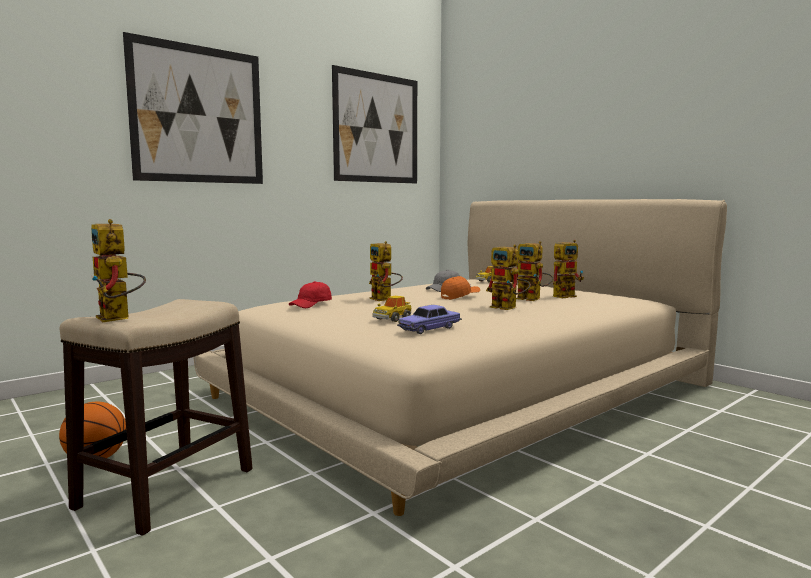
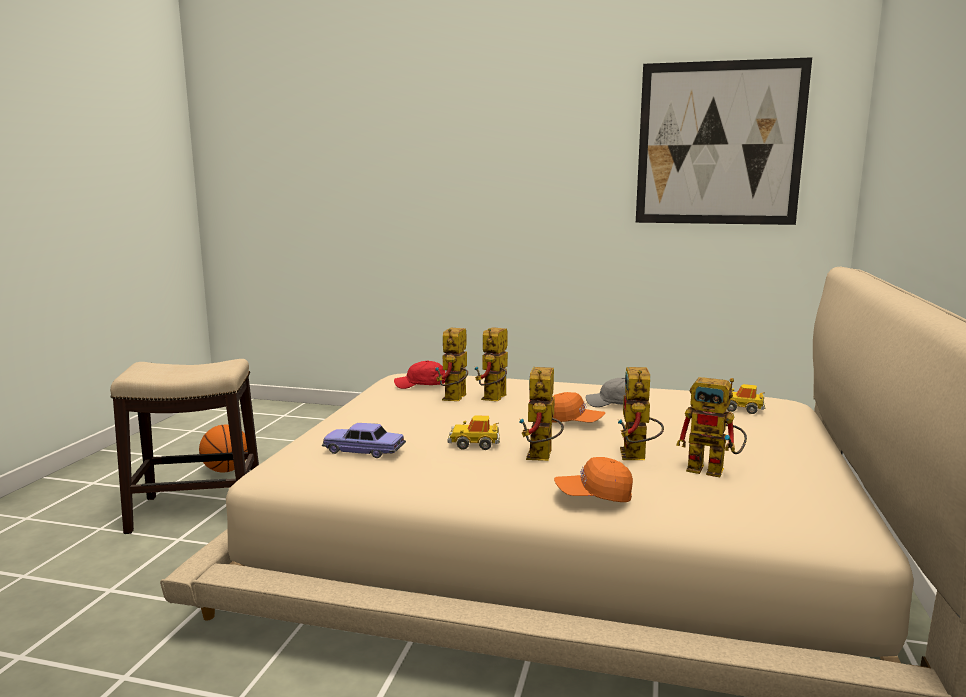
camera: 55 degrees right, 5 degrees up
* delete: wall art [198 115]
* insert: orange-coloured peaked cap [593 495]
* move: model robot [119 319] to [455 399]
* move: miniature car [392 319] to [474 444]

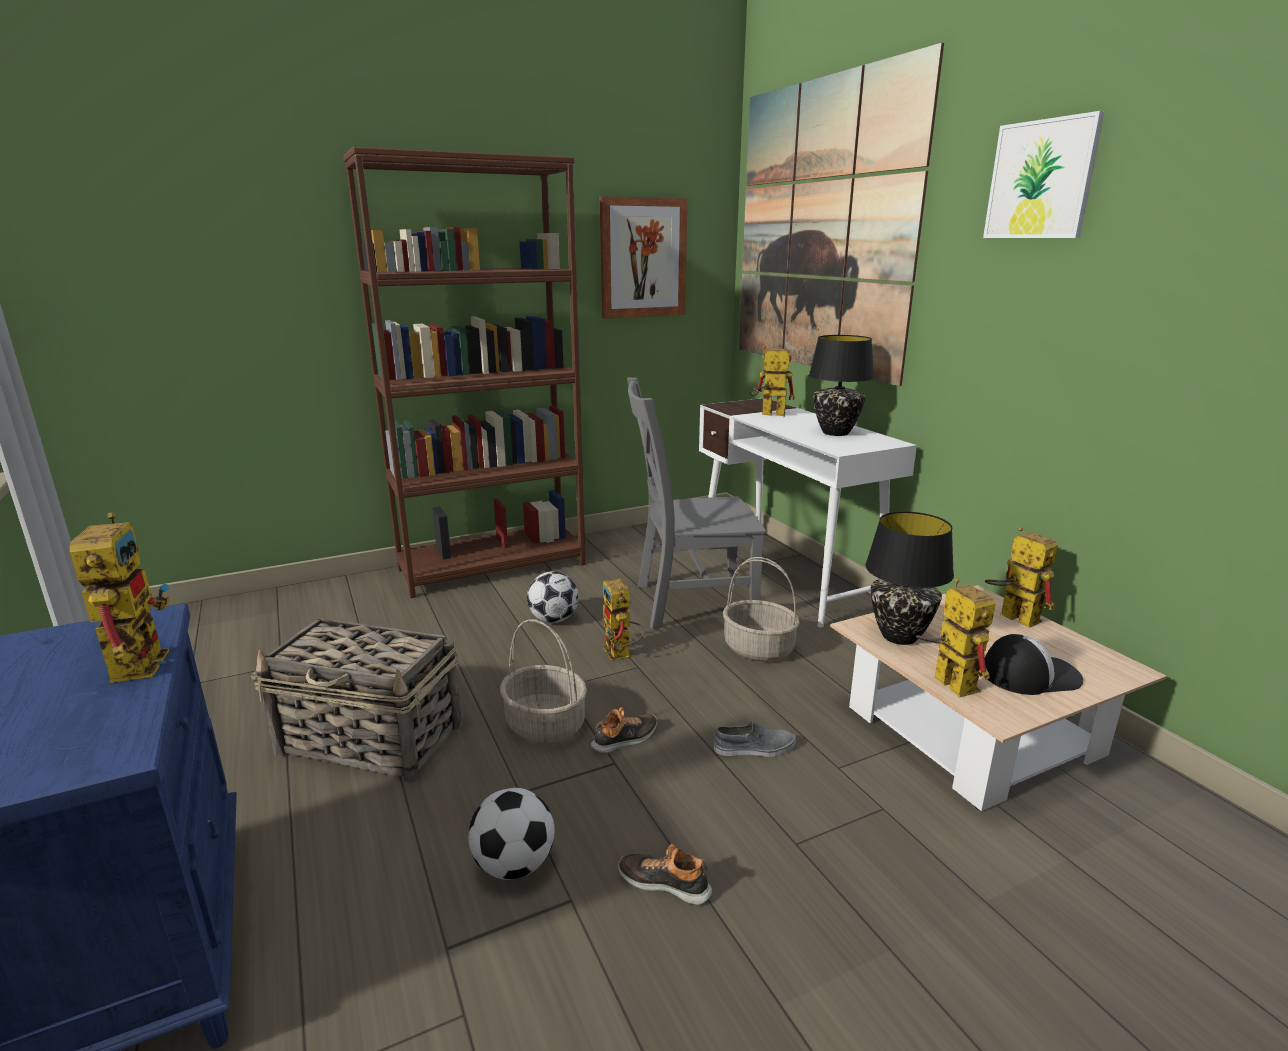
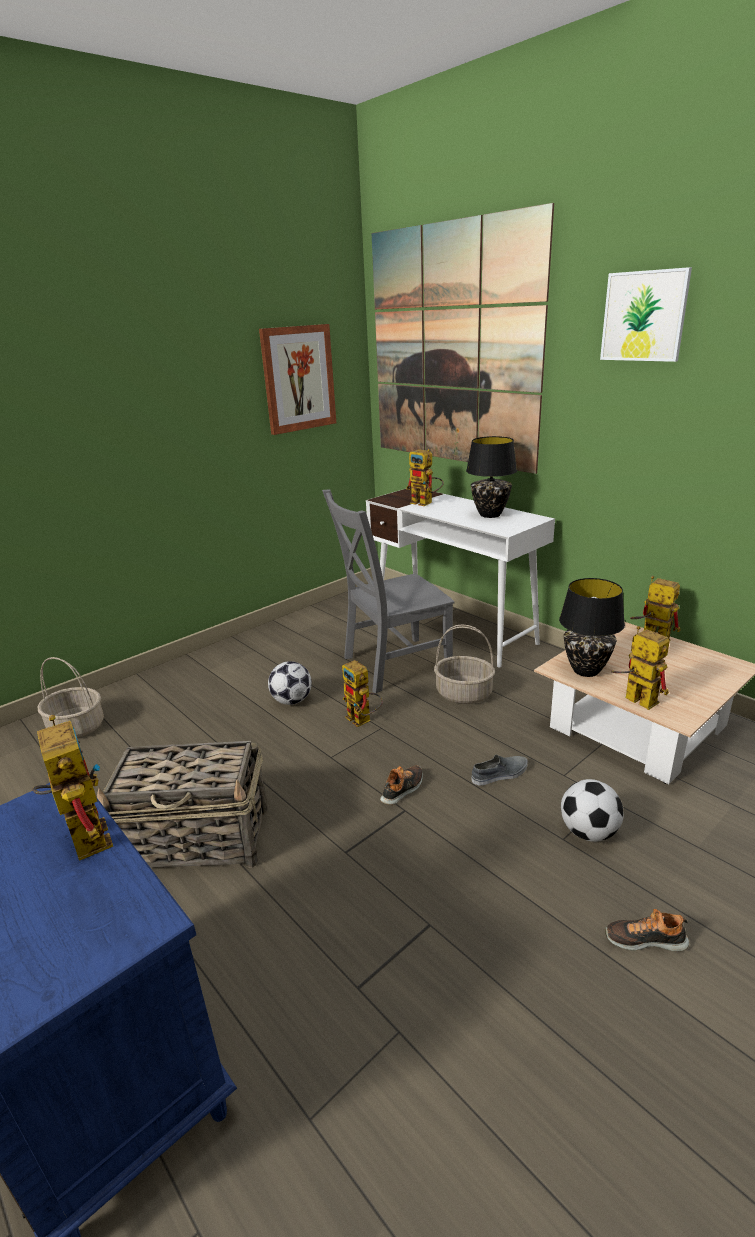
camera: 15 degrees left, 5 degrees up
* delete: brown bookcase [493 567]
* delete: peaked cap [1029 675]
* move: football [514 865] to [588 832]
* move: basket [544 725] to [76 727]
* move: item of footwear [665 883] to [645 939]
* rotate: model robot [767 414] = [426 503] 135 degrees counterclockwise

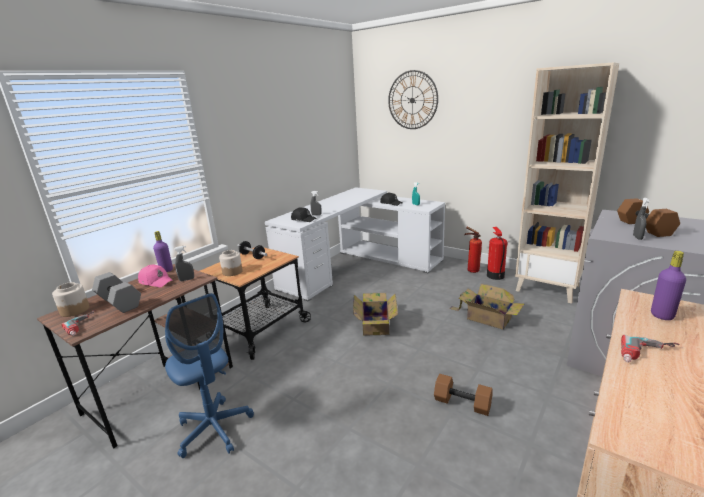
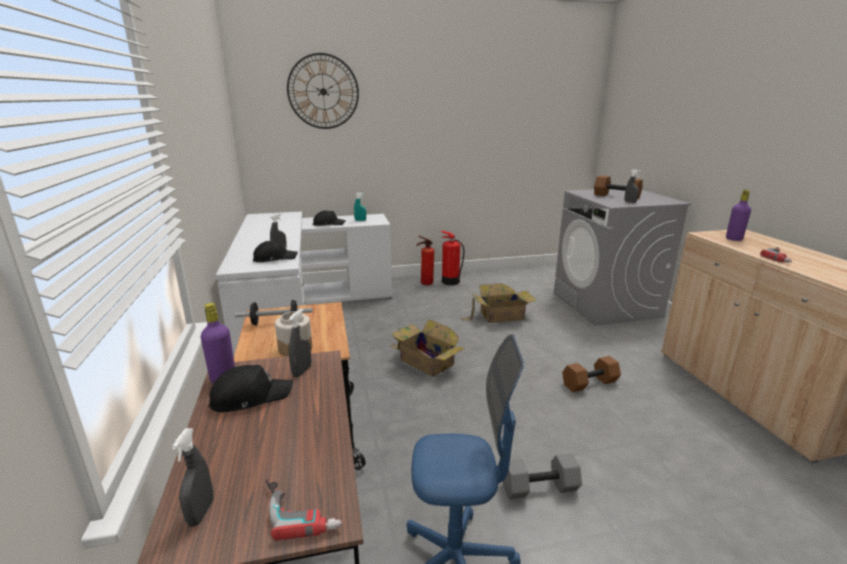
camera: 50 degrees left, 0 degrees up
* delete: beige-coloured bookcase [548 288]
* move: greyish free weight [120 302] to [539 487]
* replace: preserve jar [74 310] to greyish hand sprayer [201 513]
* recolor: pinkish peaked cap [156 281] to black-coloured peaked cap [250 396]

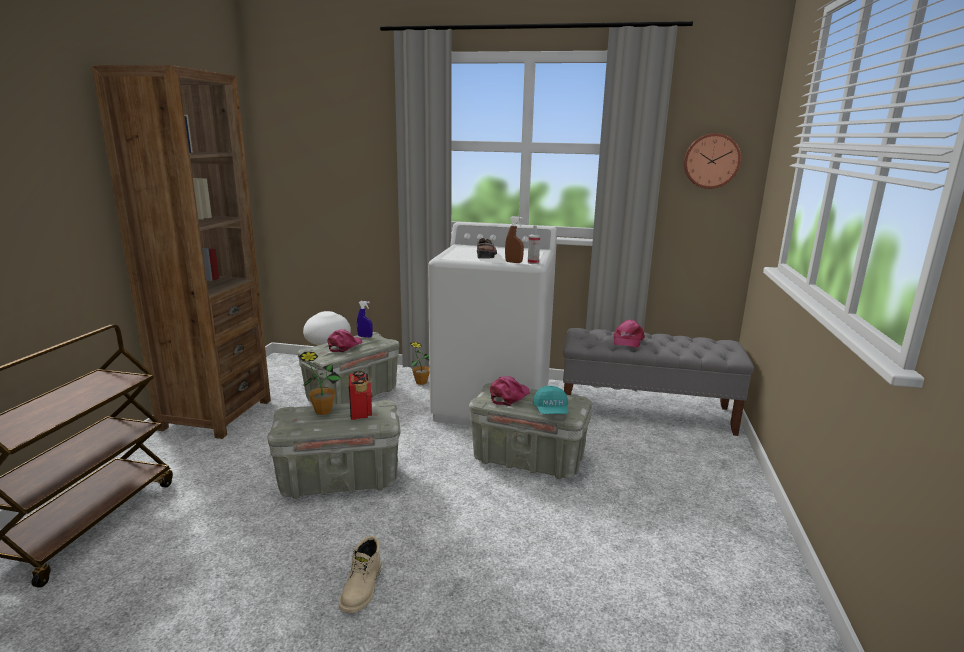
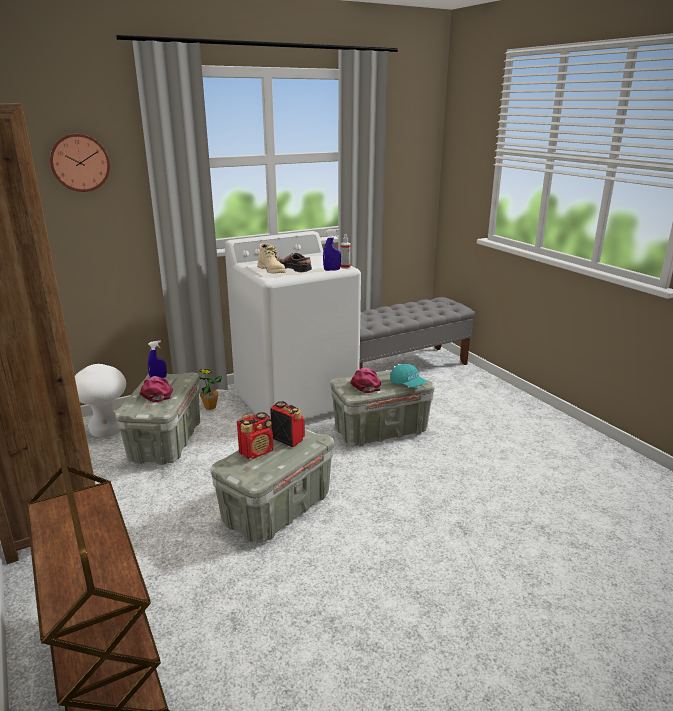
camera: 40 degrees left, 5 degrees up
* delete: pinkish peaked cap [627 340]
* move: beige-coloured tall boot [362 589] to [272 271]
* move: wall clock [711 161] to [79 162]
* replace: plant in a pot [323 411] to radio [257 451]
* recolor: brown hand sprayer [513 262] to blue-coloured hand sprayer [332 270]

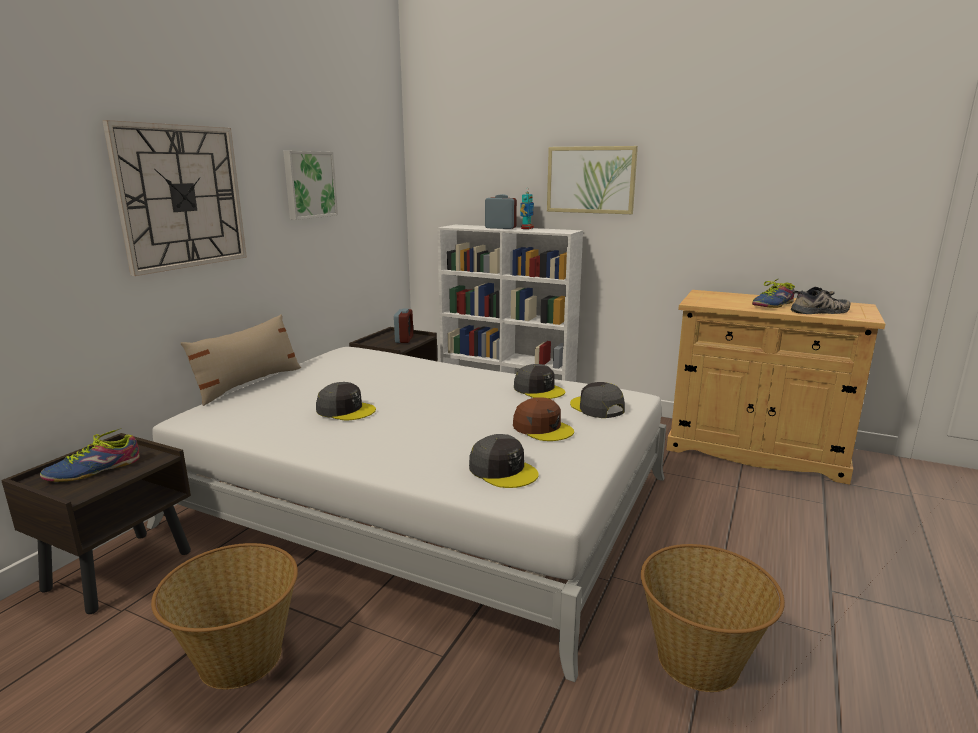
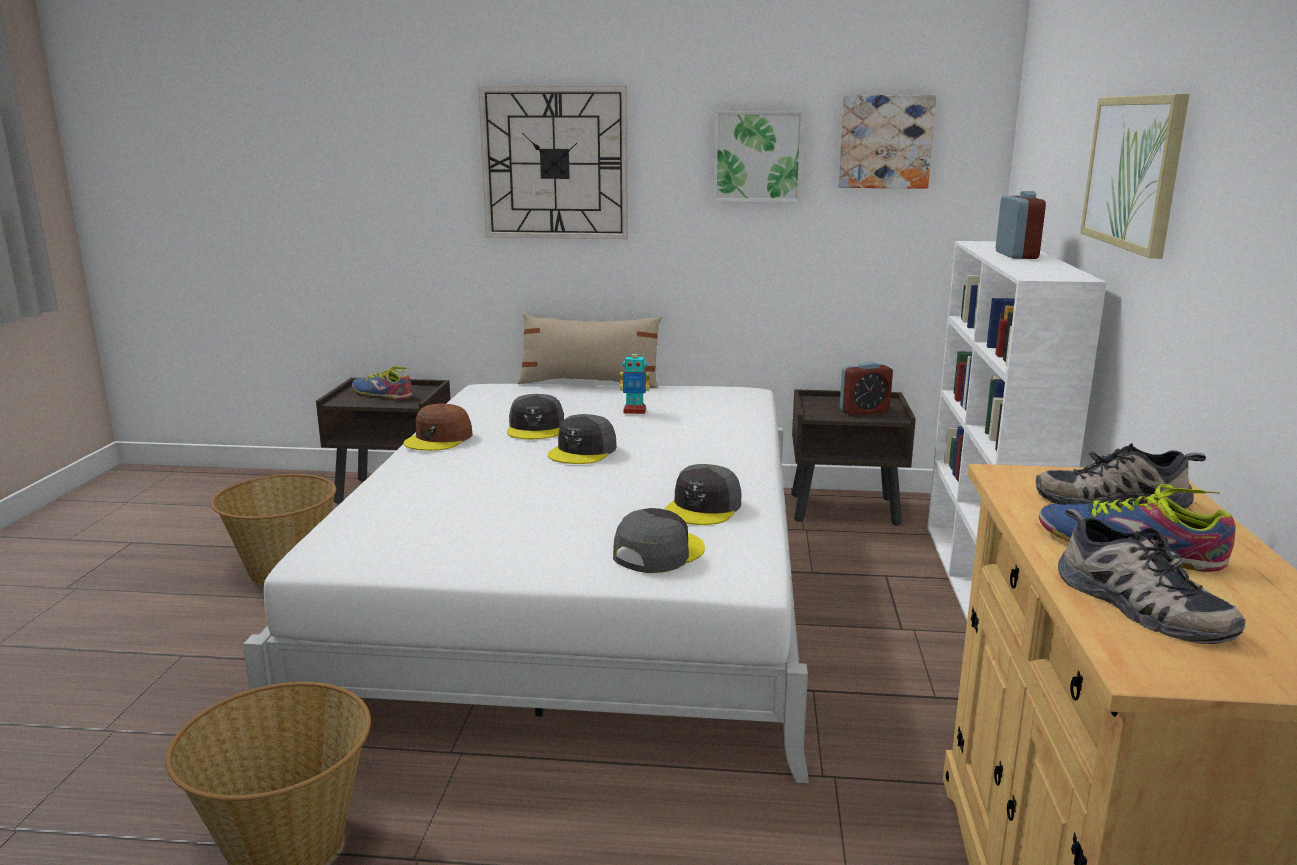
camera: 70 degrees right, 0 degrees up
* insert: wall art [885 142]
* insert: item of footwear [1112 498]
* move: greyish peaked cap [503 470] to [583 451]
* move: brown peaked cap [542 428] to [439 439]
* move: model robot [527 228] to [634 411]

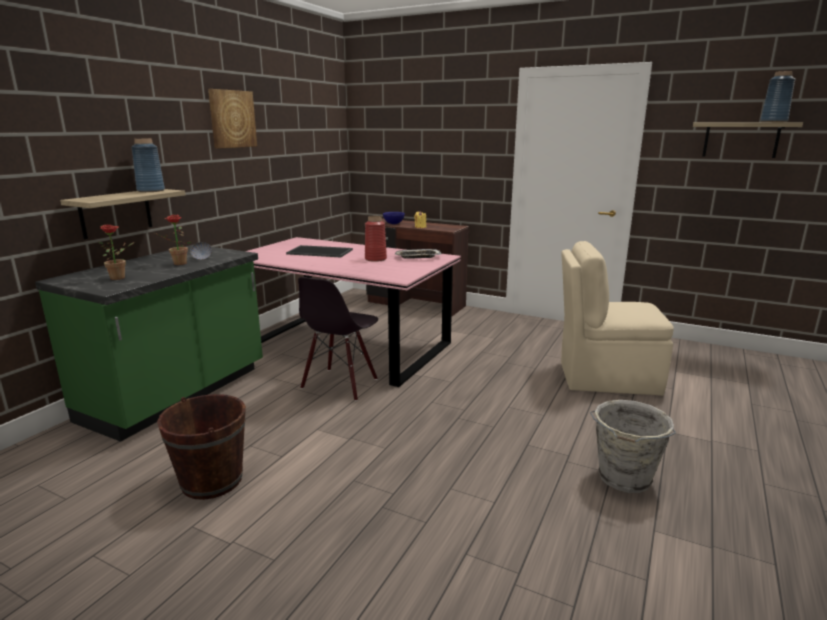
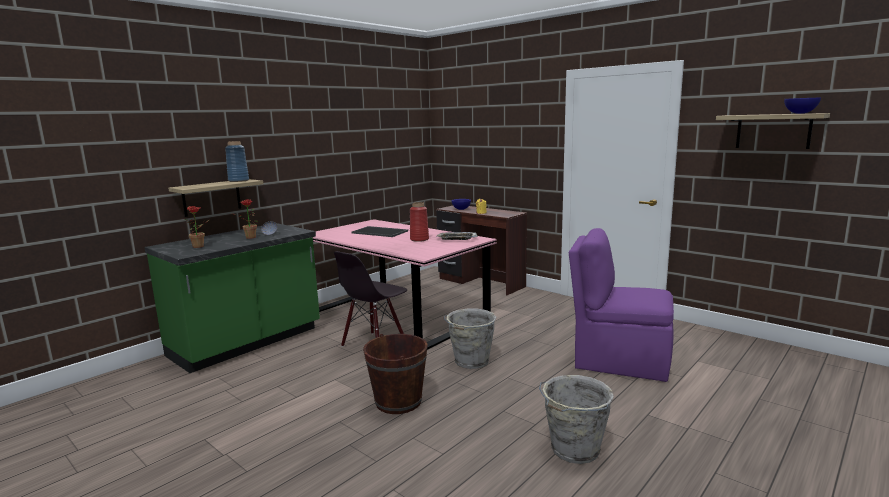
camera: 15 degrees right, 5 degrees down
* delete: wall art [232 119]
* insert: greyish water bucket [471 362]
* move: brown water bucket [212 480] to [398 401]
* replace: blue-coloured decorative vase [773 121] to blue-coloured serving bowl [799 113]
* recolor: beige-coloured chair [605 378] to purplish chair [619 360]

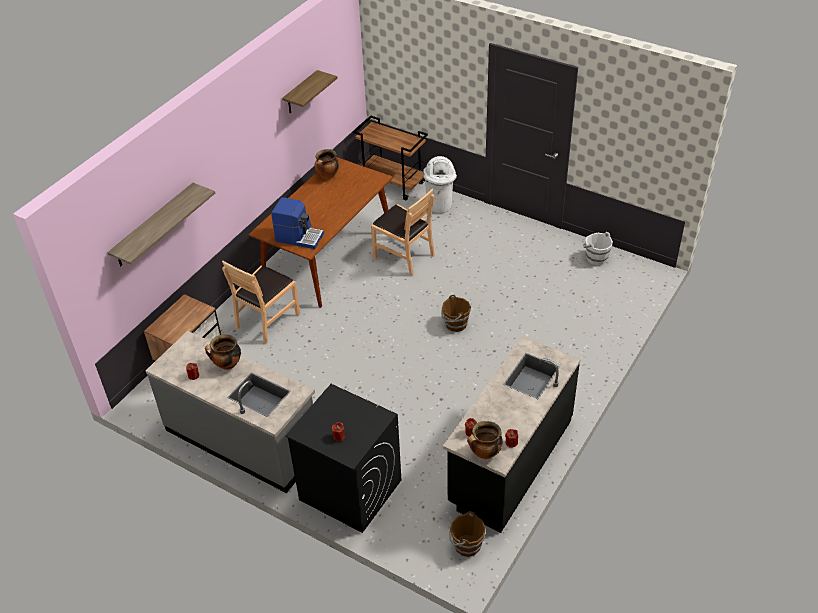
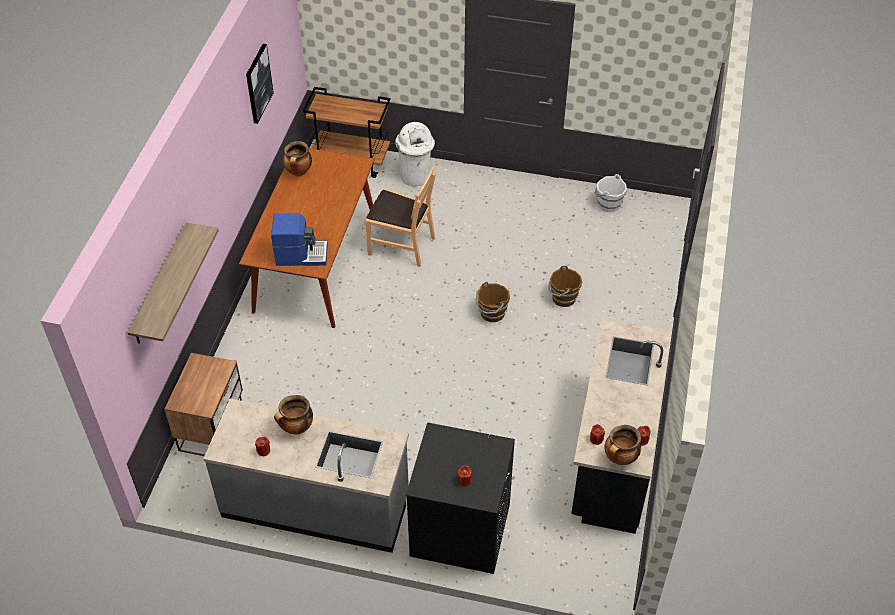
camera: 20 degrees left, 5 degrees up
* delete: brown chair [267 320]
* move: brown water bucket [466 545] to [563 298]
* replace: bracket shelf [300 93] to wall art [258 83]

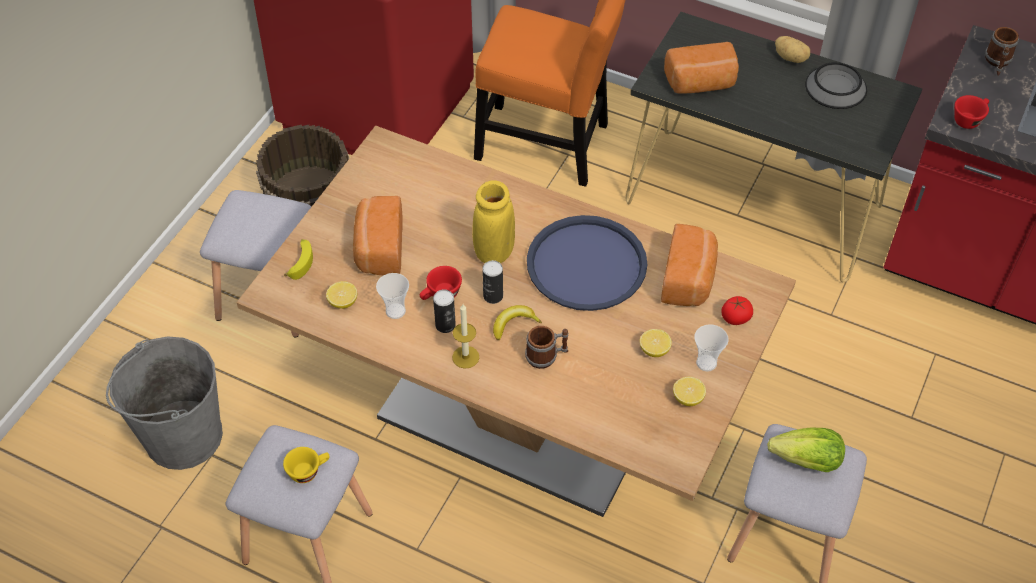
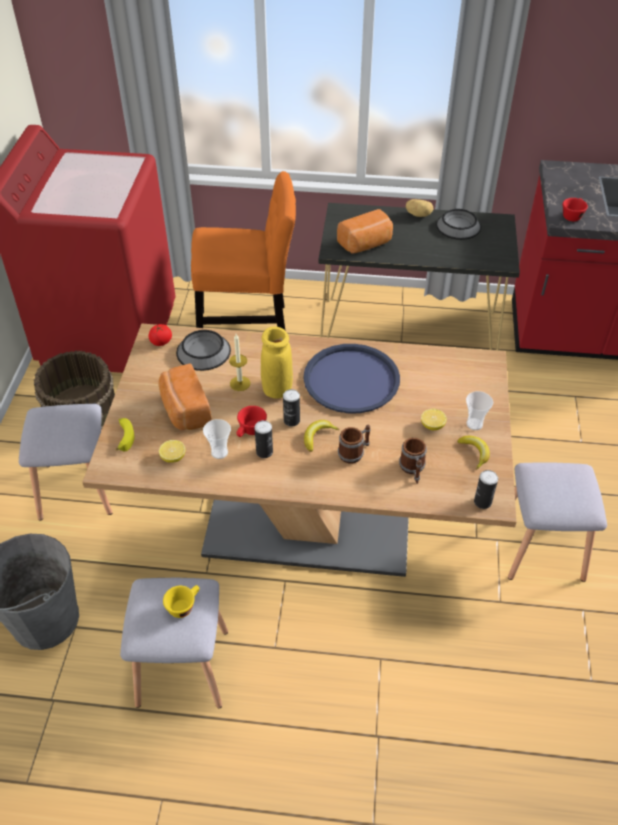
camera: 20 degrees left, 5 degrees down
* delete: bakery bread [689 279]
* delete: head of lettuce [807 461]
* insert: serving bowl [203 351]
* insert: can [482 502]
* move: candle [465 357] to [240 383]
* move: whole tomato [735 318] to [161 342]
* move: mug [997 62] to [413 469]
* replace: lemon [688 398] to banana [474 453]

